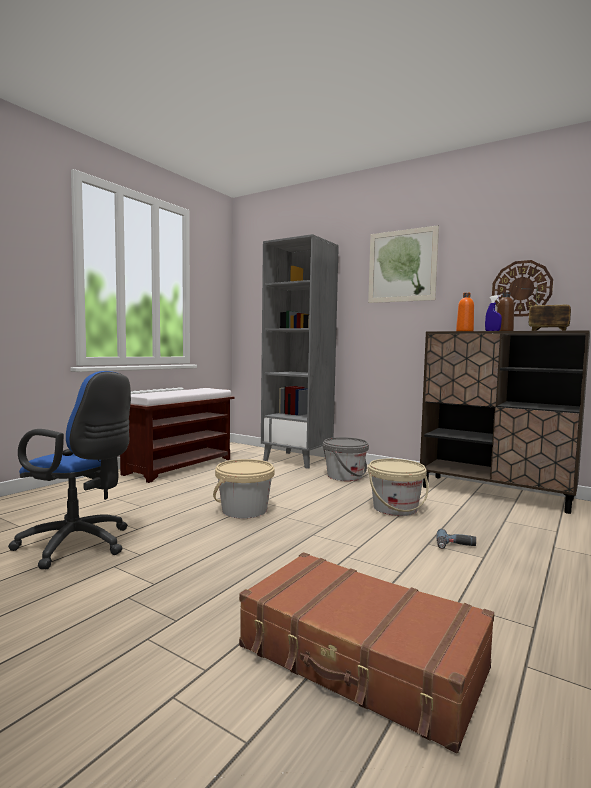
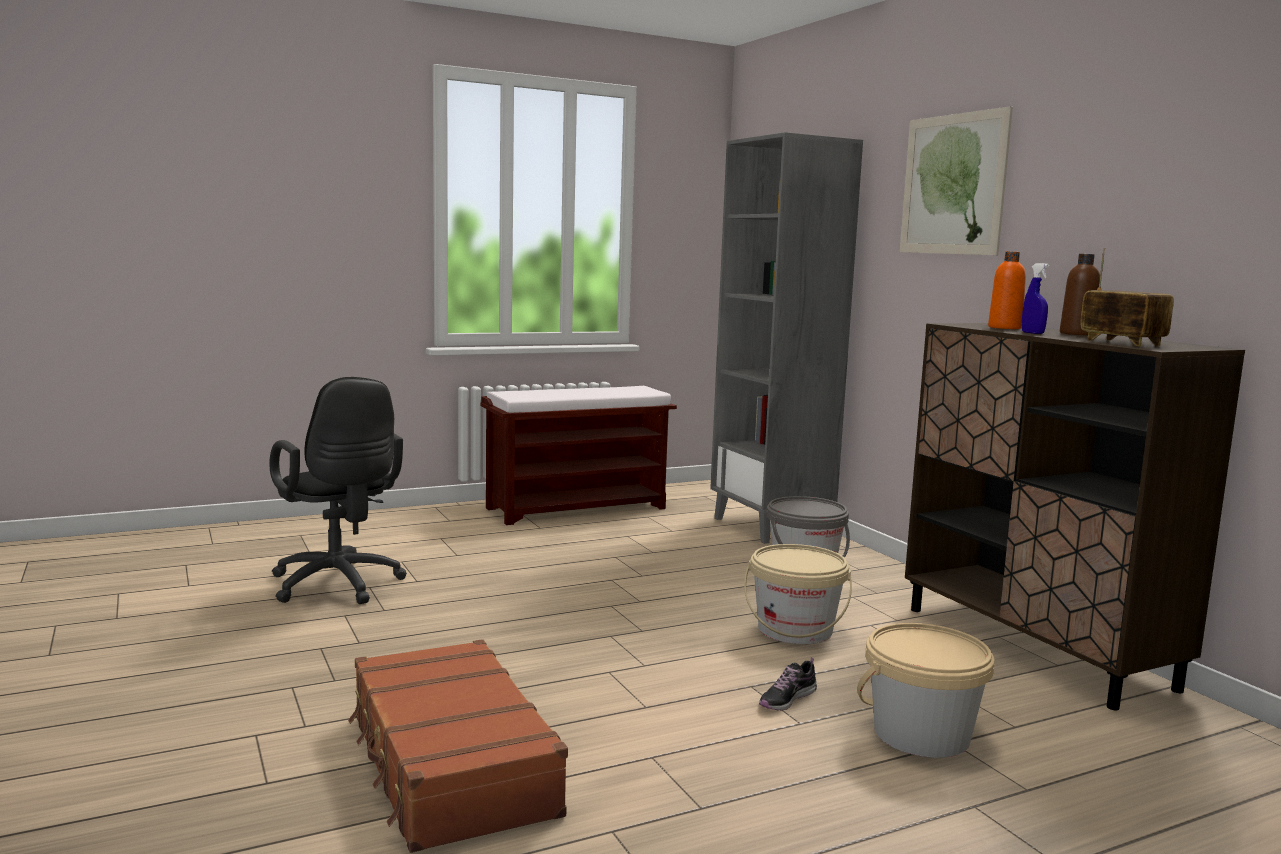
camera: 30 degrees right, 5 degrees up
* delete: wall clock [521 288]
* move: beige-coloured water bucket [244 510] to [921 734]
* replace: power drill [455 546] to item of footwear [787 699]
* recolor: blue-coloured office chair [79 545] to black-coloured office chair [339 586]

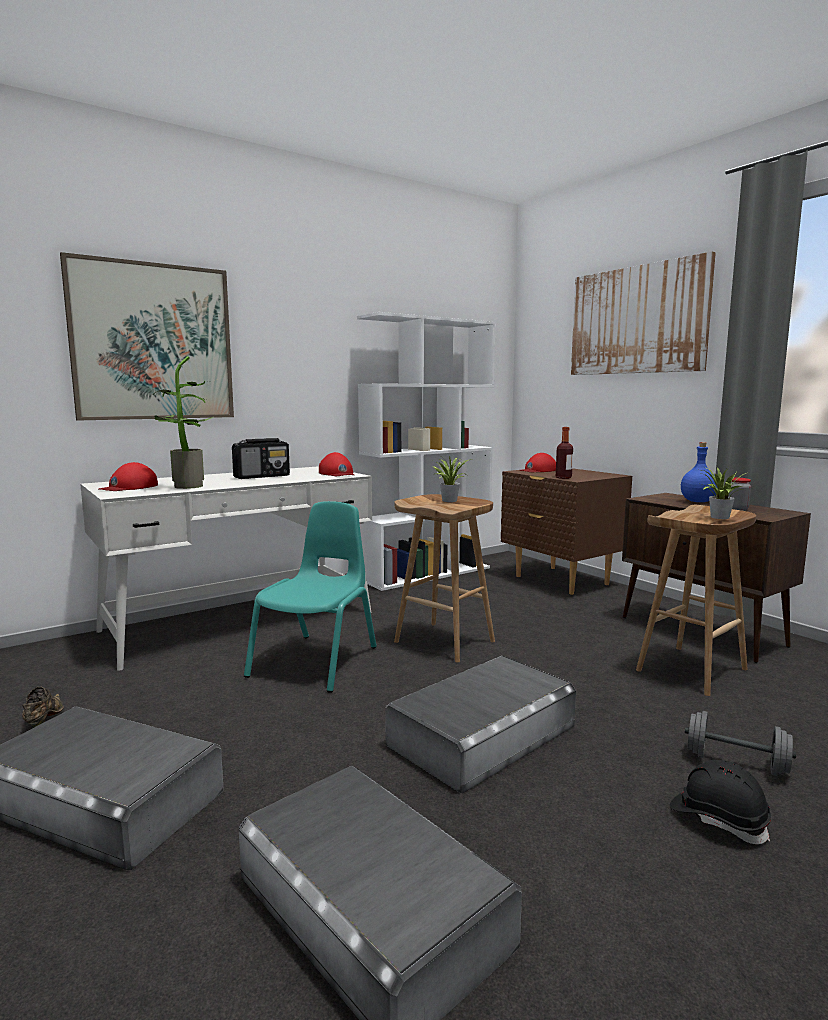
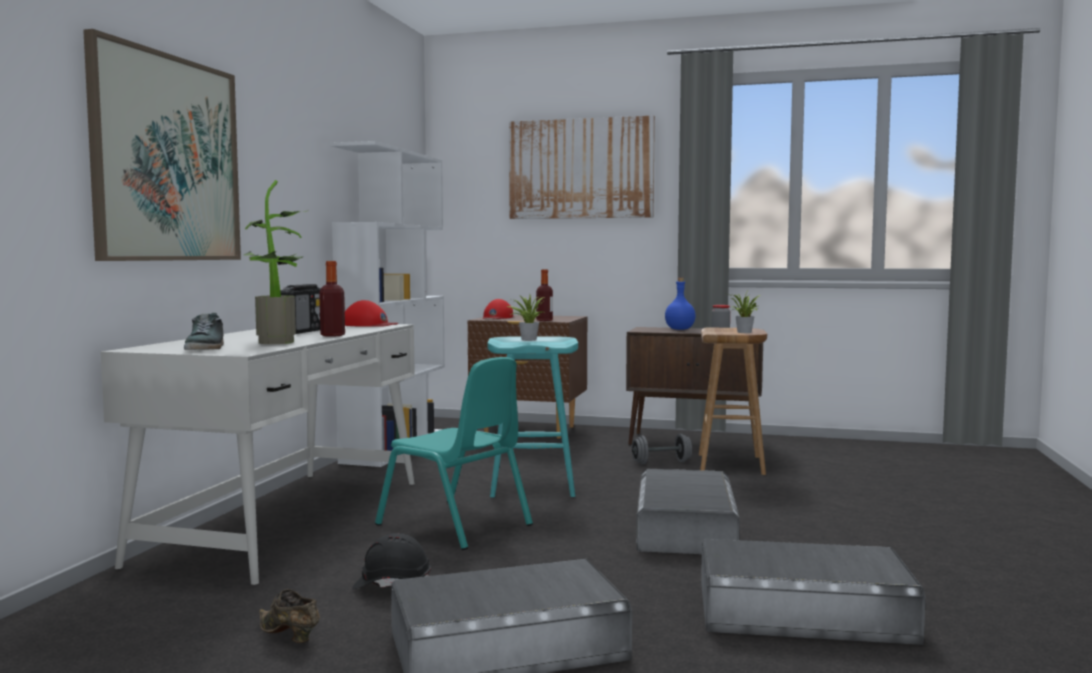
camera: 40 degrees left, 5 degrees down
* insert: drink bottle [332 335]
* move: black-coloured safety helmet [718 819] to [392 586]
* move: greyish free weight [736 763] to [661 462]
* replace: reddish peaked cap [129 487] to item of footwear [206 348]
* recolor: brown stool seat [446 641] to turquoise-coloured stool seat [533 487]
* rotate: turquoise-coloured chair [316 661] = [455 525] 150 degrees clockwise

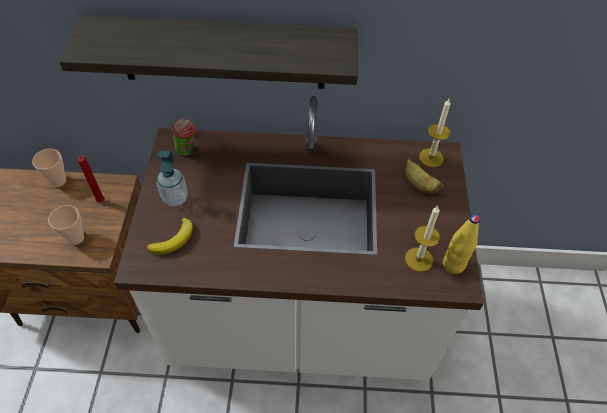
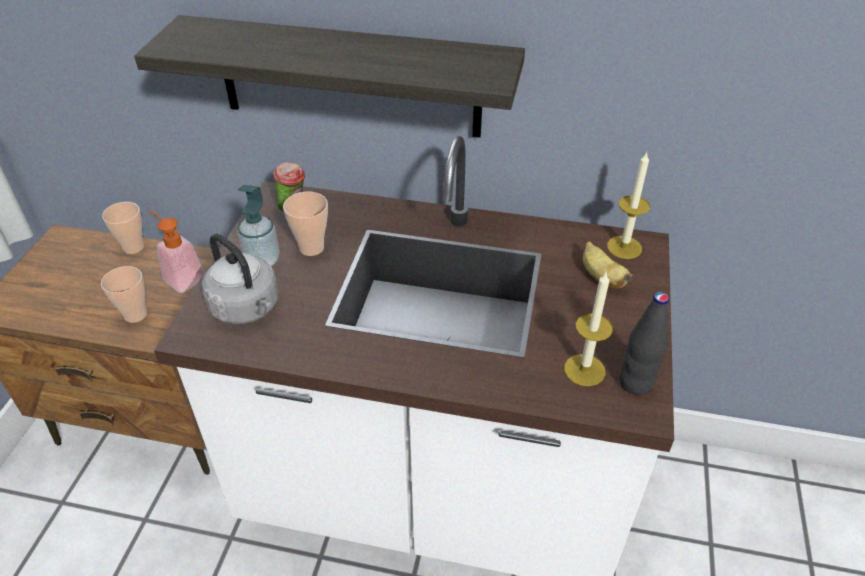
camera: 10 degrees right, 10 degrees down
* insert: small cup [311 248]
* replace: reddish candle [102 202] to soap bottle [181 277]
* replace: banana [174 240] to greyish water kettle [247 308]
* recolor: yellow-coloured drink bottle [453 265] to black-coloured drink bottle [635 383]

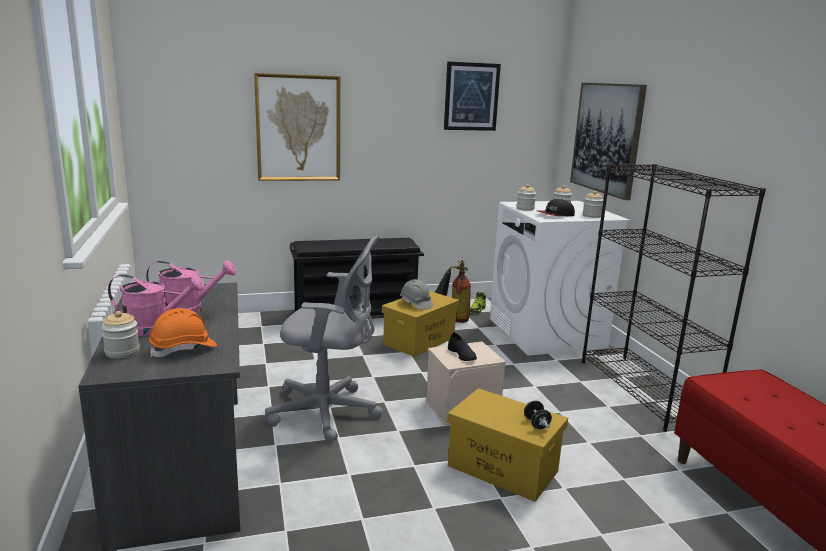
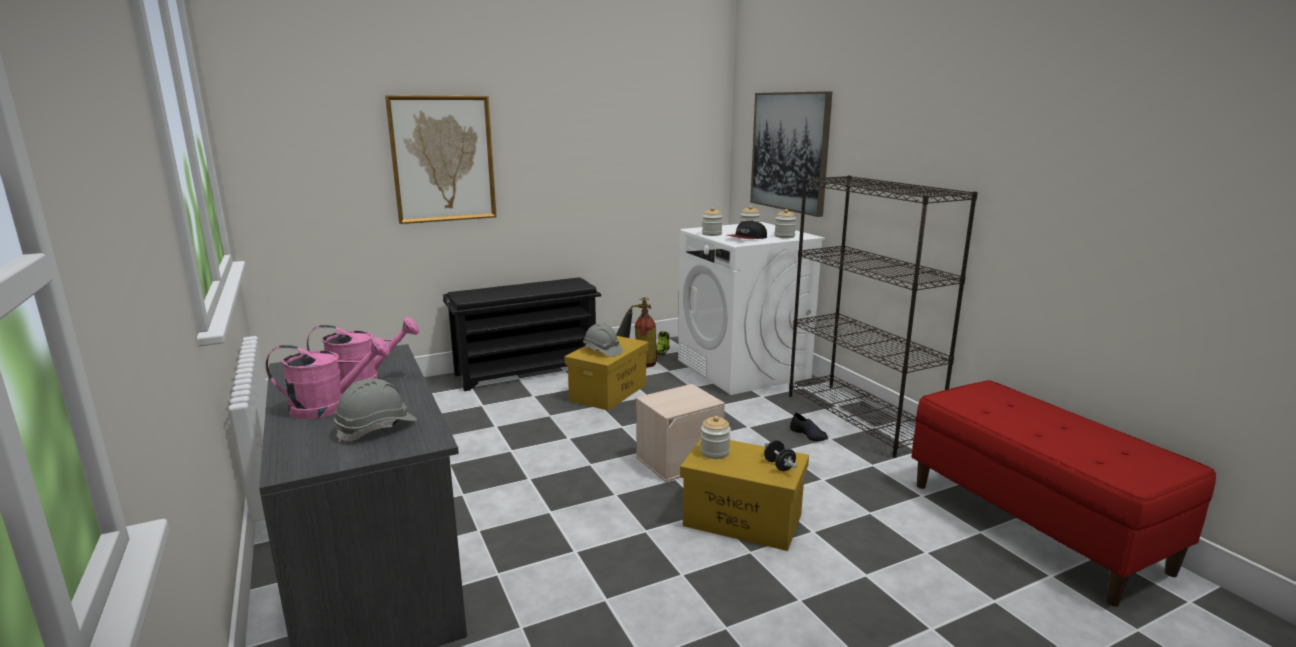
camera: 10 degrees left, 0 degrees up
* delete: greyish office chair [328 412]
* delete: wall art [471 96]
* move: preserve jar [122 352] to [715 452]
* move: black-coloured item of footwear [462 354] to [808 434]
* recolor: orange-coloured safety helmet [184 349] to greyish safety helmet [377 428]

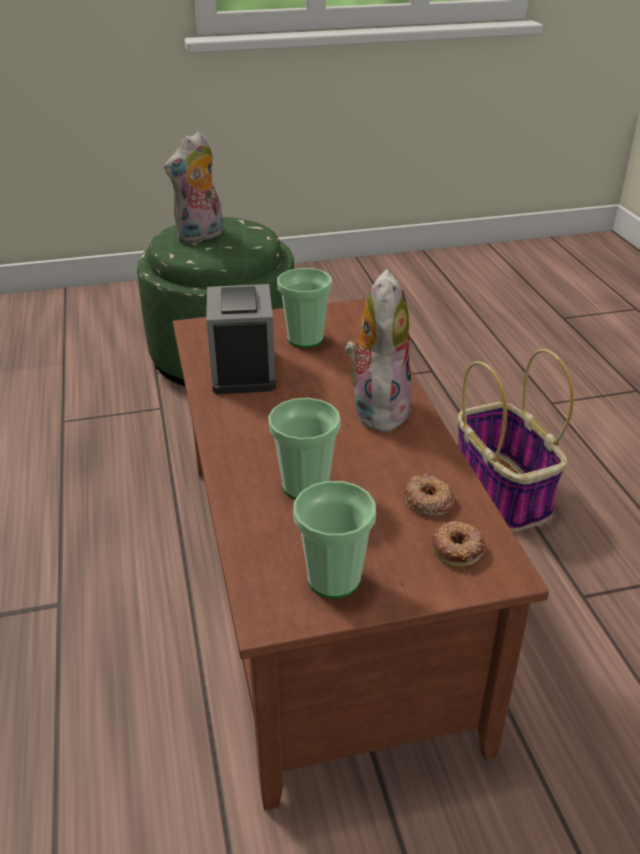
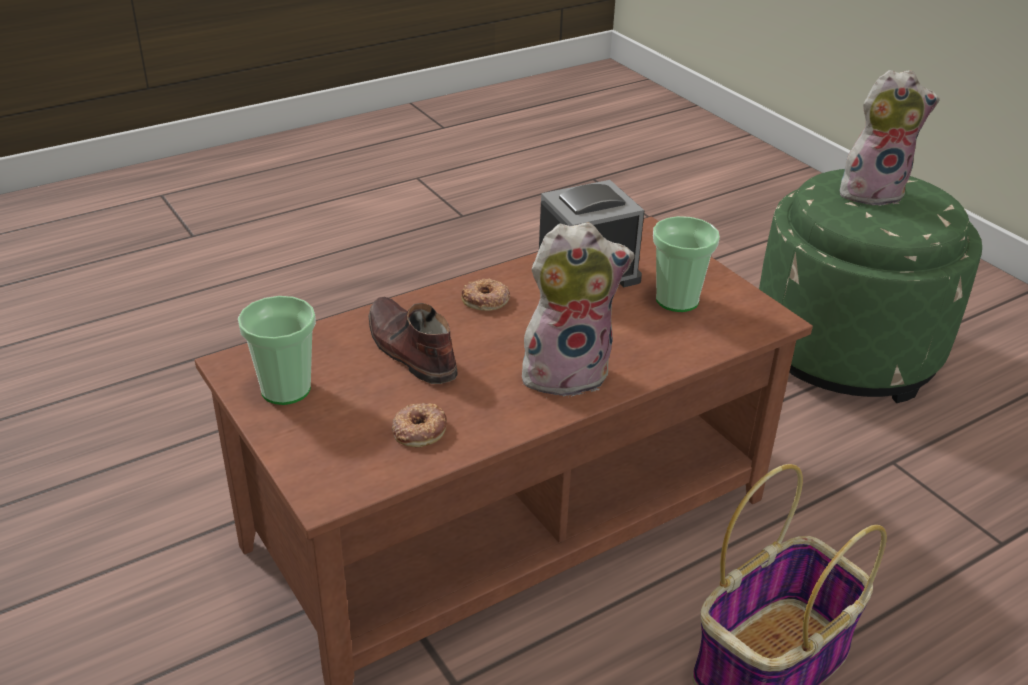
camera: 70 degrees right, 0 degrees up
* move: donut [458 548] to [486 300]
* replace: small cup [305 486] to brown item of footwear [409 350]
* rotate: soft toy [201 237] = [872 192] 150 degrees clockwise

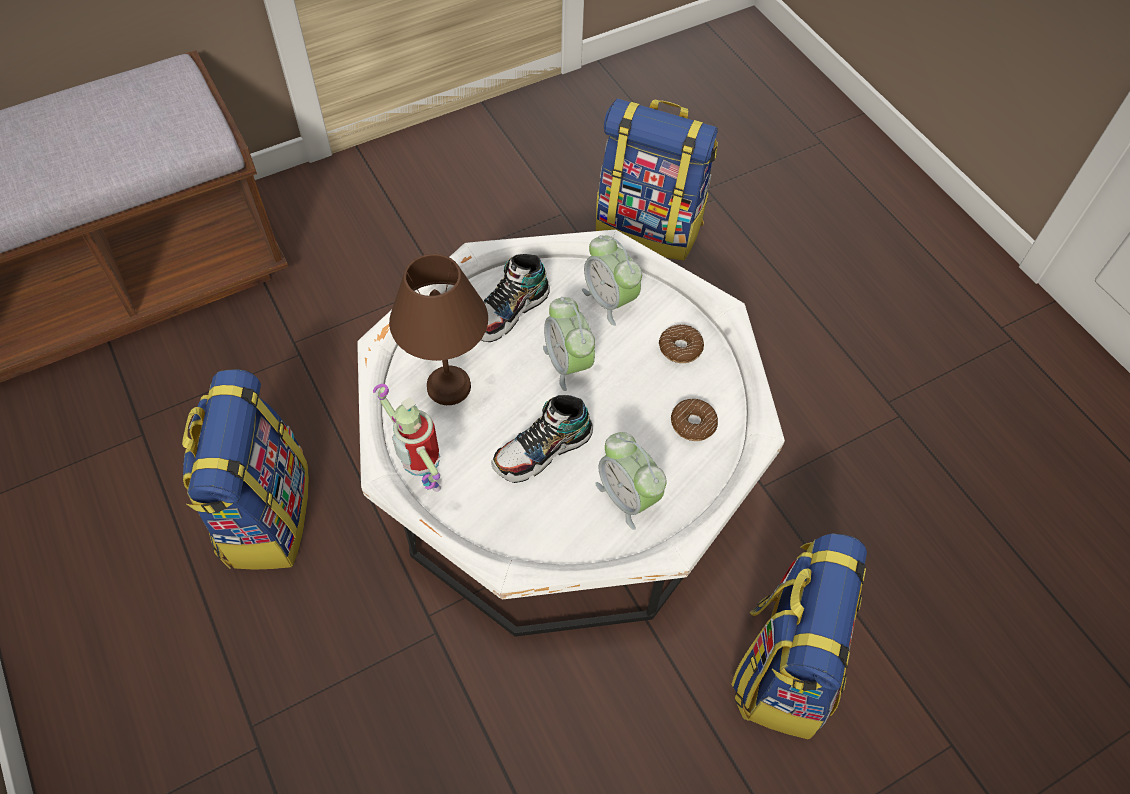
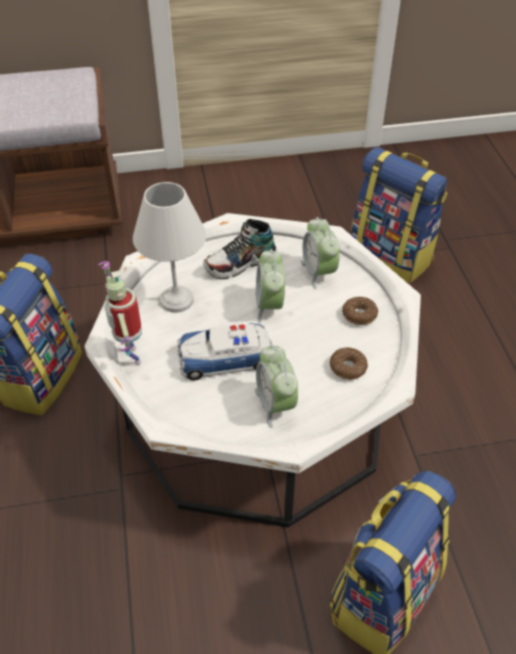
camera: 20 degrees right, 10 degrees down
* replace: item of footwear [543 451] to miniature car [225 357]
* recolor: brown tabletop lamp [450 385] to whitish tabletop lamp [178 300]

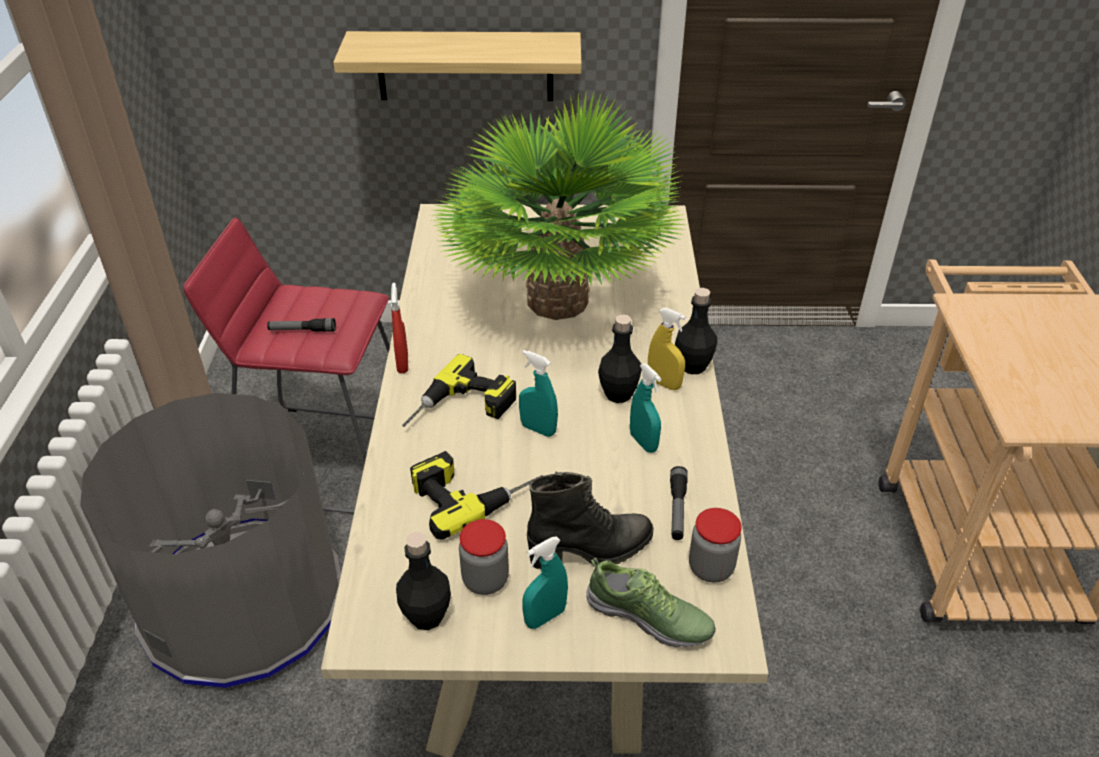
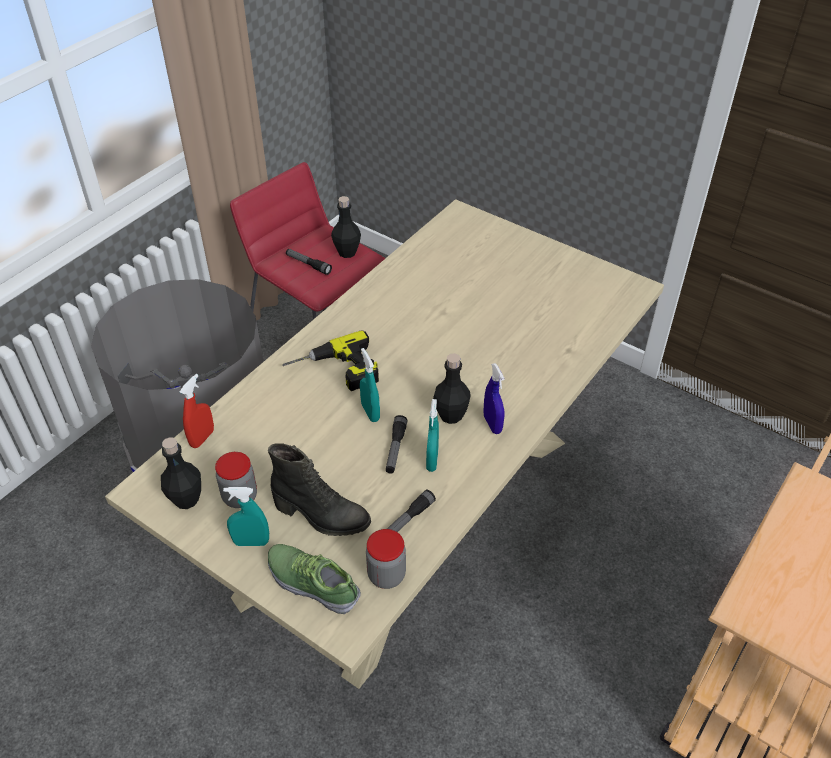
camera: 35 degrees right, 5 degrees up
* delete: bracket shelf [465 66]
* delete: power drill [473 490]
* delete: plant in a pot [557 300]
* insert: flashlight [395 449]
* move: reddish hand sprayer [402 363] to [202 438]
* move: black-coloured drink bottle [693 366] to [347 252]
* recolor: yellow-coloured hand sprayer [664 383] to blue-coloured hand sprayer [492 424]
* rotate: item of footwear [649 617] = [313 582] 150 degrees clockwise

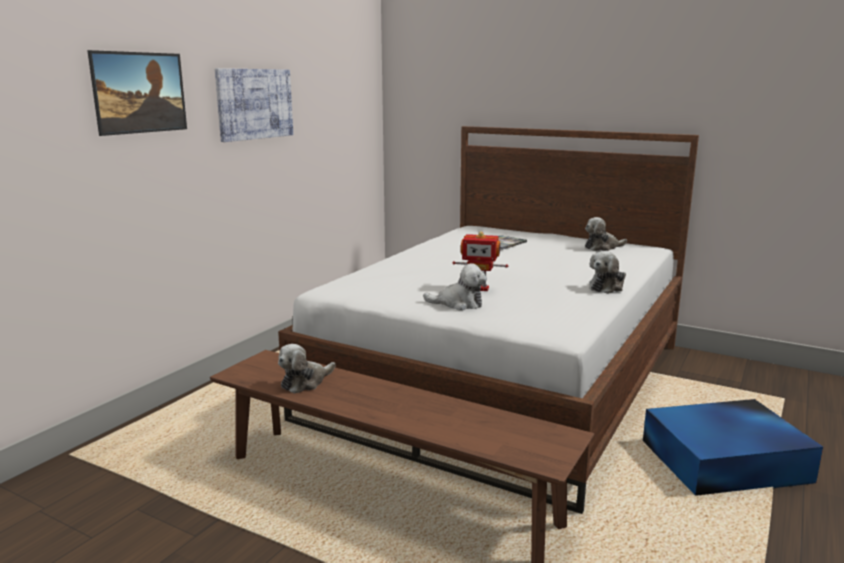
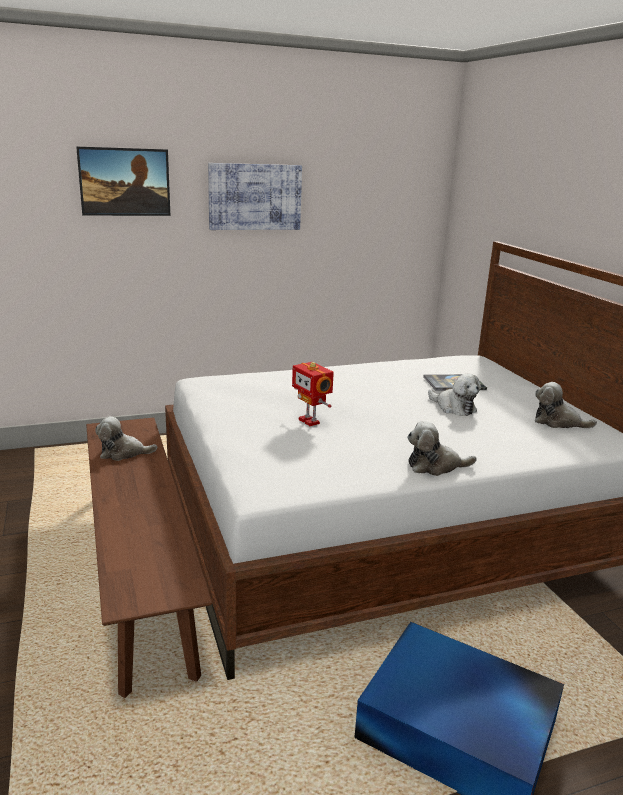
camera: 40 degrees right, 5 degrees up
* move: soft toy [458 304] to [453 407]

